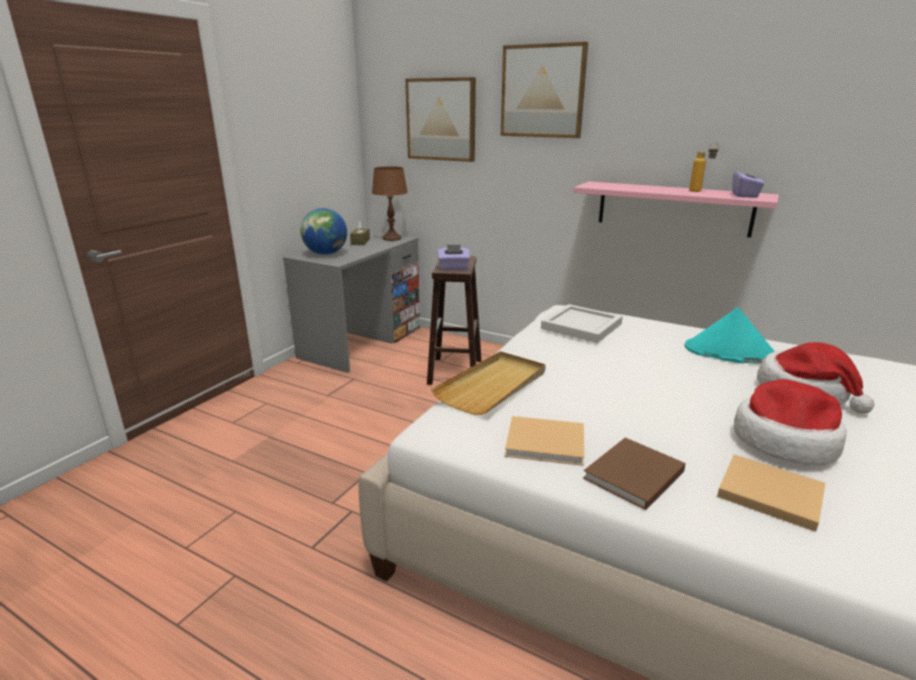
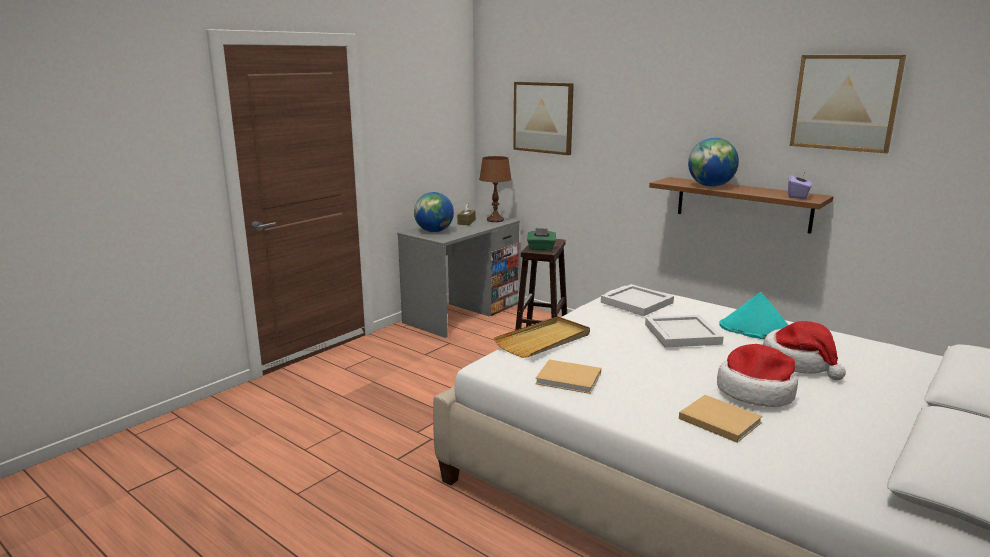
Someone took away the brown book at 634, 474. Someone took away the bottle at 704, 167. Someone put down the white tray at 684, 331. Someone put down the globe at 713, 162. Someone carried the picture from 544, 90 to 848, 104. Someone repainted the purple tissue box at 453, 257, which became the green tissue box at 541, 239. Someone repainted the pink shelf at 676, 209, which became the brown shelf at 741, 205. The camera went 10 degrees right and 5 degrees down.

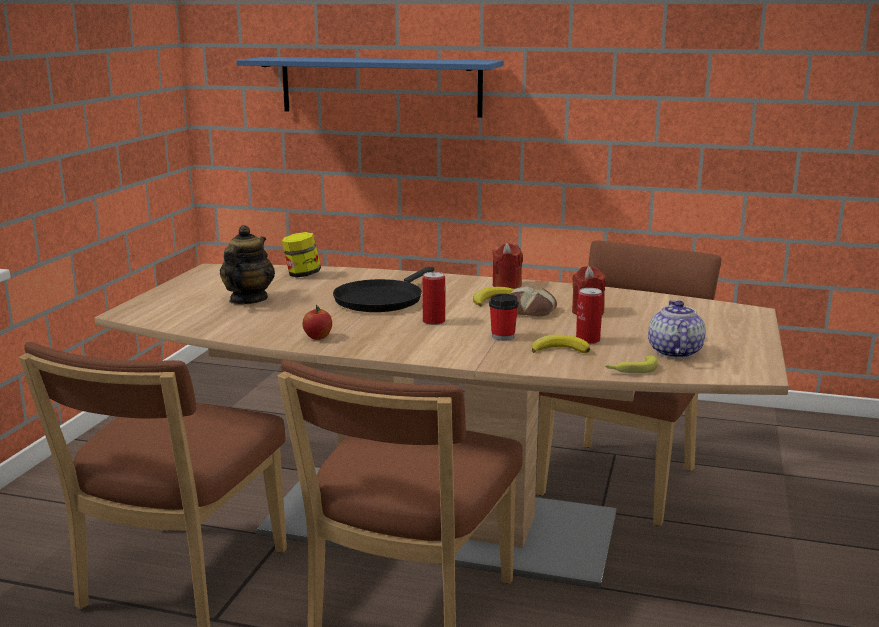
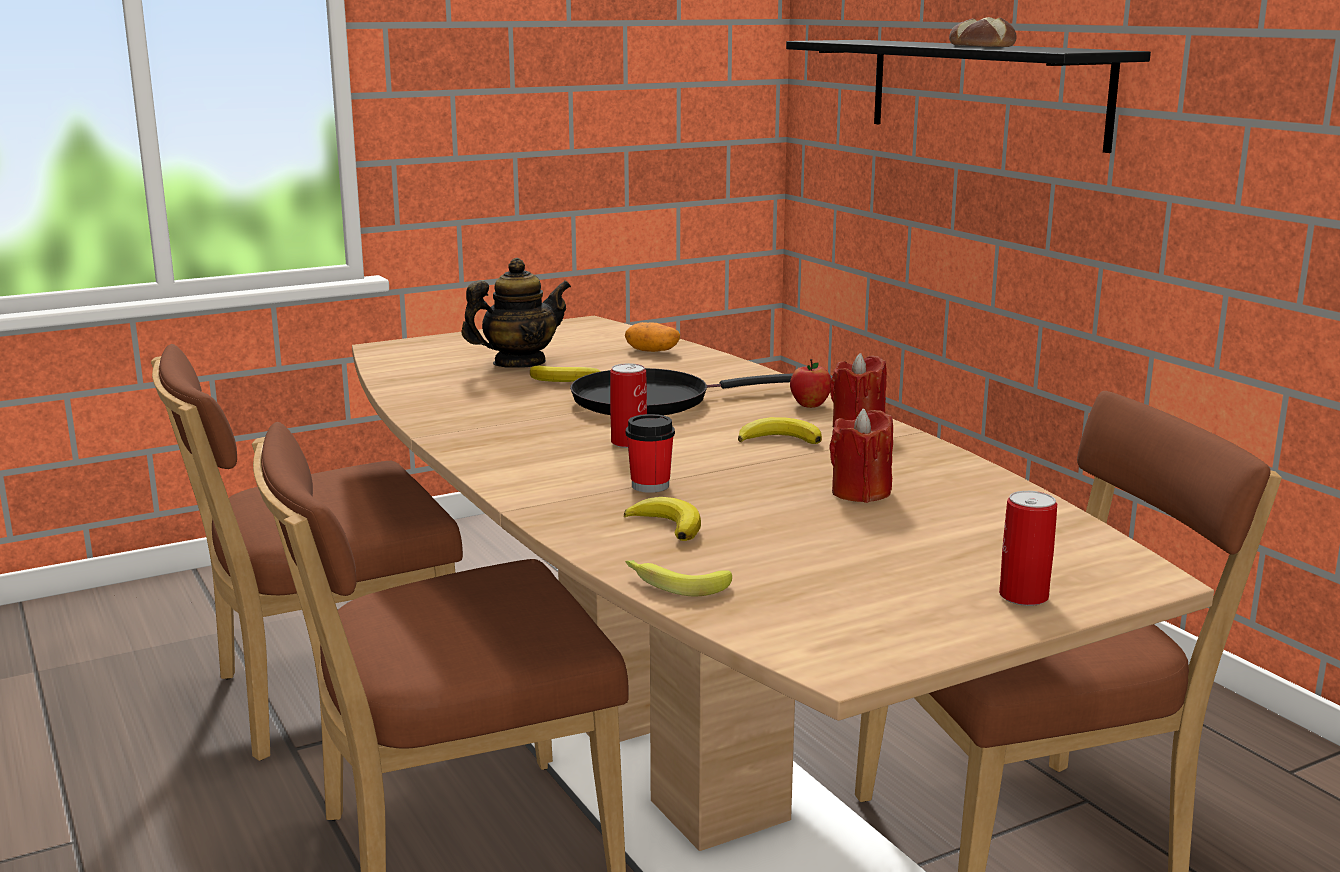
Someone took away the teapot at 677, 329. Someone put down the banana at 565, 373. Someone carried the apple from 317, 322 to 810, 383. Someone carried the bread from 533, 301 to 983, 32. Someone carried the can from 589, 316 to 1028, 548. Someone swapped the jar at 301, 255 for the potato at 652, 337. Someone repainted the blue shelf at 370, 87, which became the black shelf at 968, 96. The camera went 45 degrees right and 0 degrees up.

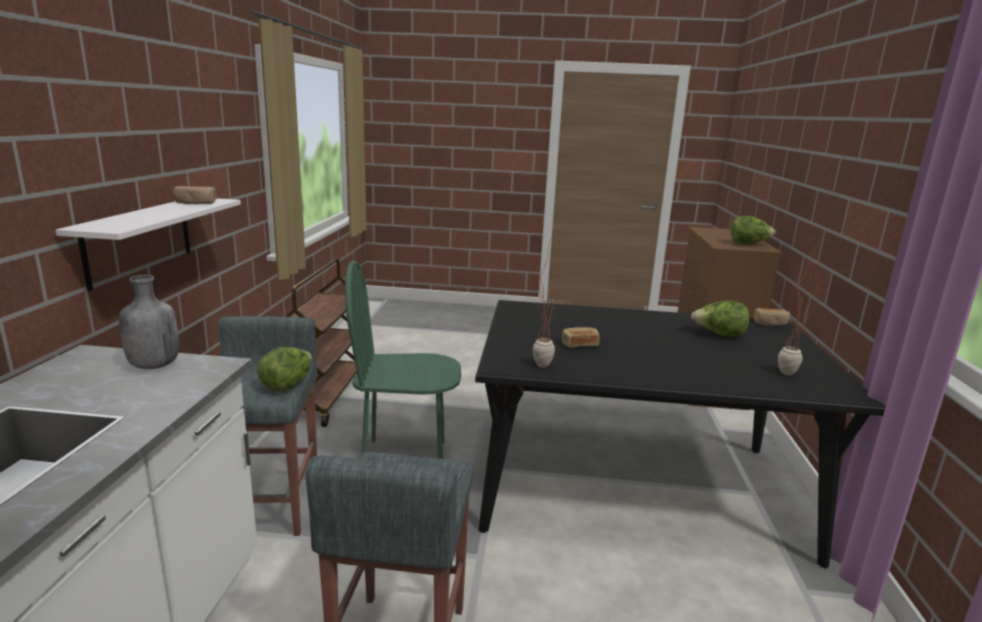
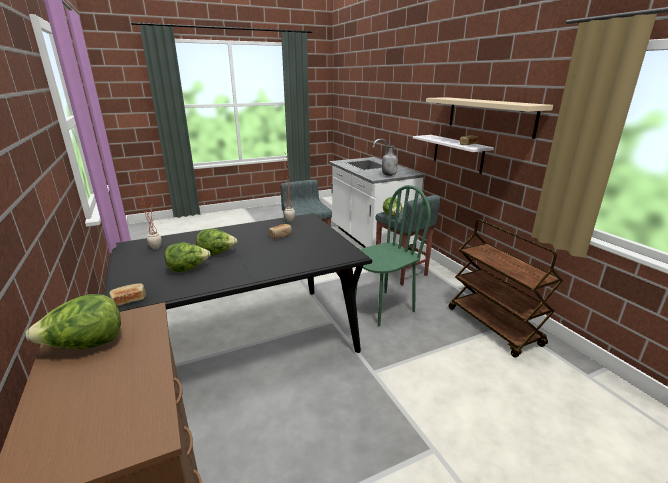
Someone put down the lettuce at 216, 242. Someone put up the beige shelf at 489, 118. The camera went 150 degrees right and 5 degrees up.

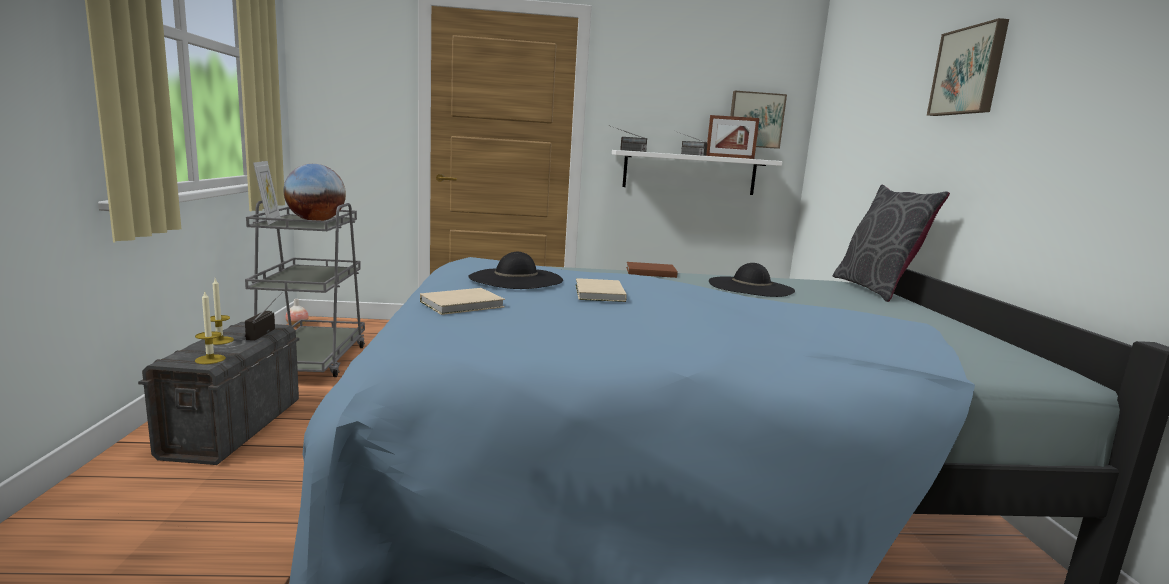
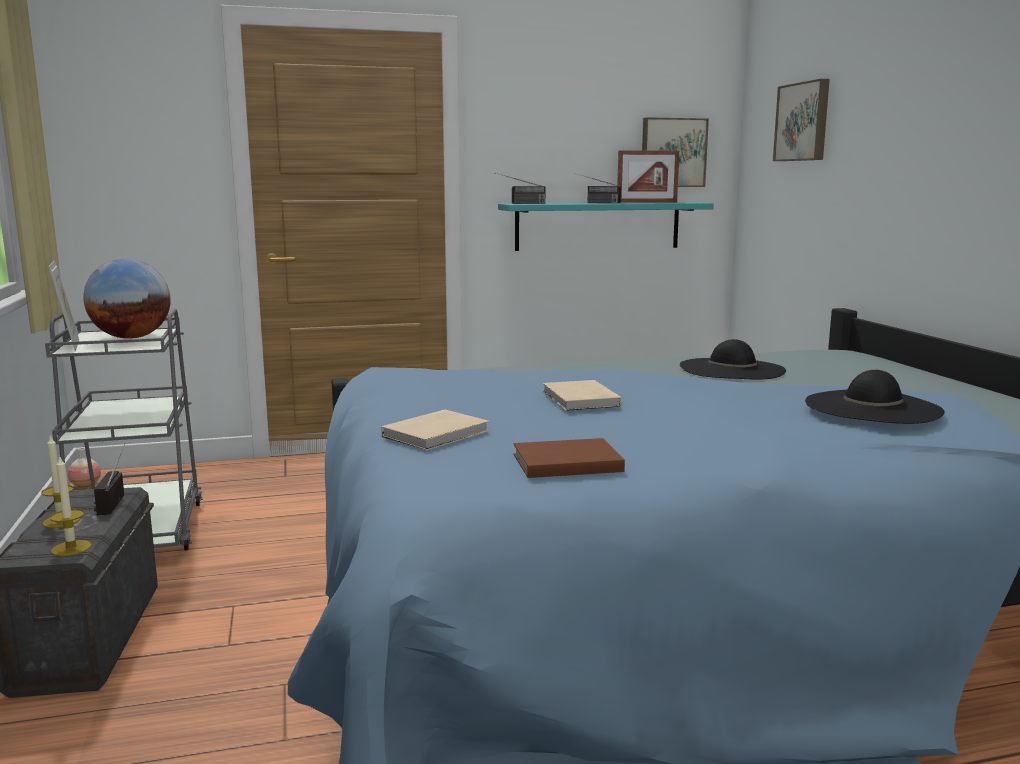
Someone took away the grey pillow at 891, 243. Someone carried the black hat from 515, 270 to 875, 397. Someone carried the brown book from 652, 270 to 569, 458. Someone carried the picture from 968, 67 to 801, 120. Someone repainted the white shelf at 697, 172, which became the turquoise shelf at 606, 226. The camera went 10 degrees left and 0 degrees up.

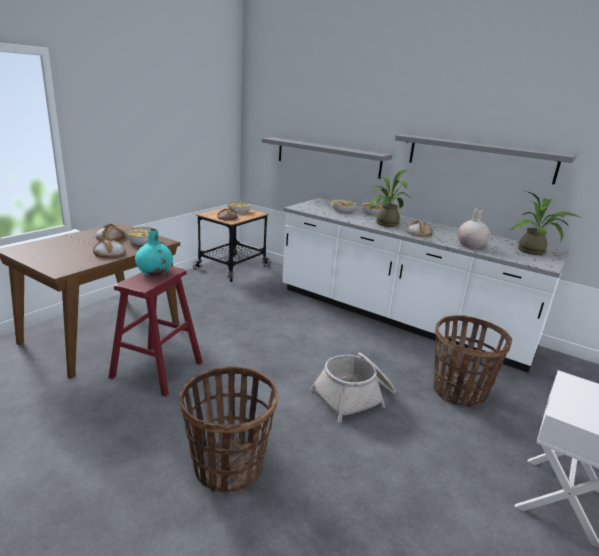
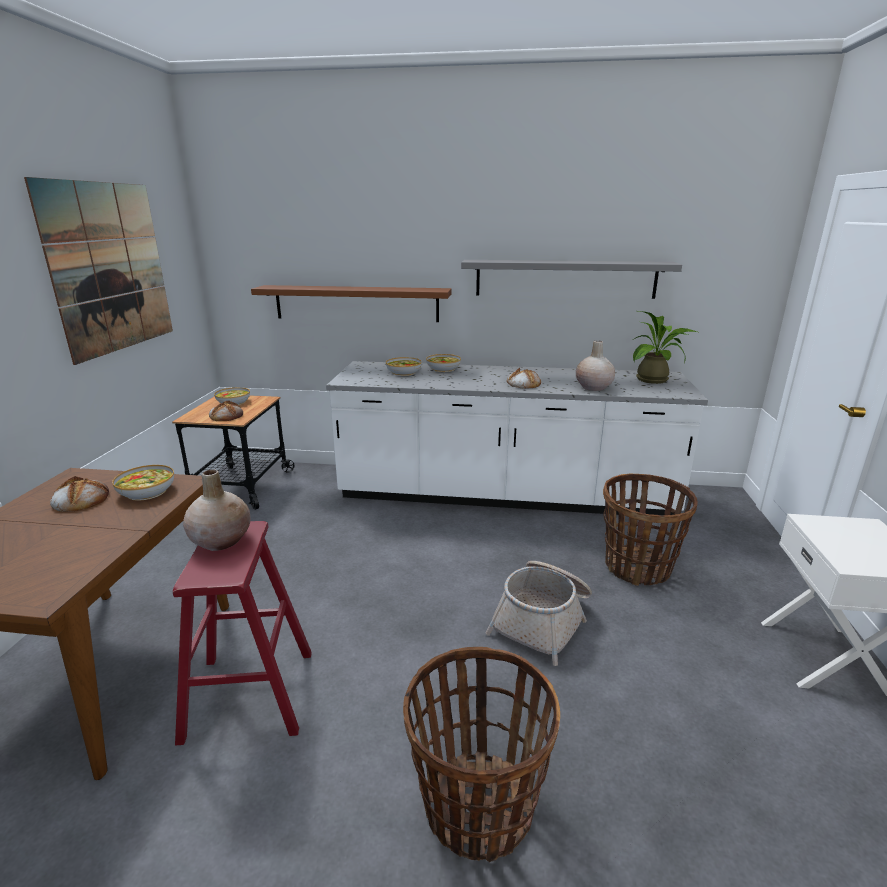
Someone took away the bread at 109, 248. Someone took away the potted plant at 390, 198. Someone put up the picture at 98, 271. Someone repainted the turquoise vase at 154, 252, which became the beige vase at 217, 510. Someone repainted the grey shelf at 327, 158, which became the brown shelf at 351, 303. The camera went 25 degrees left and 0 degrees up.

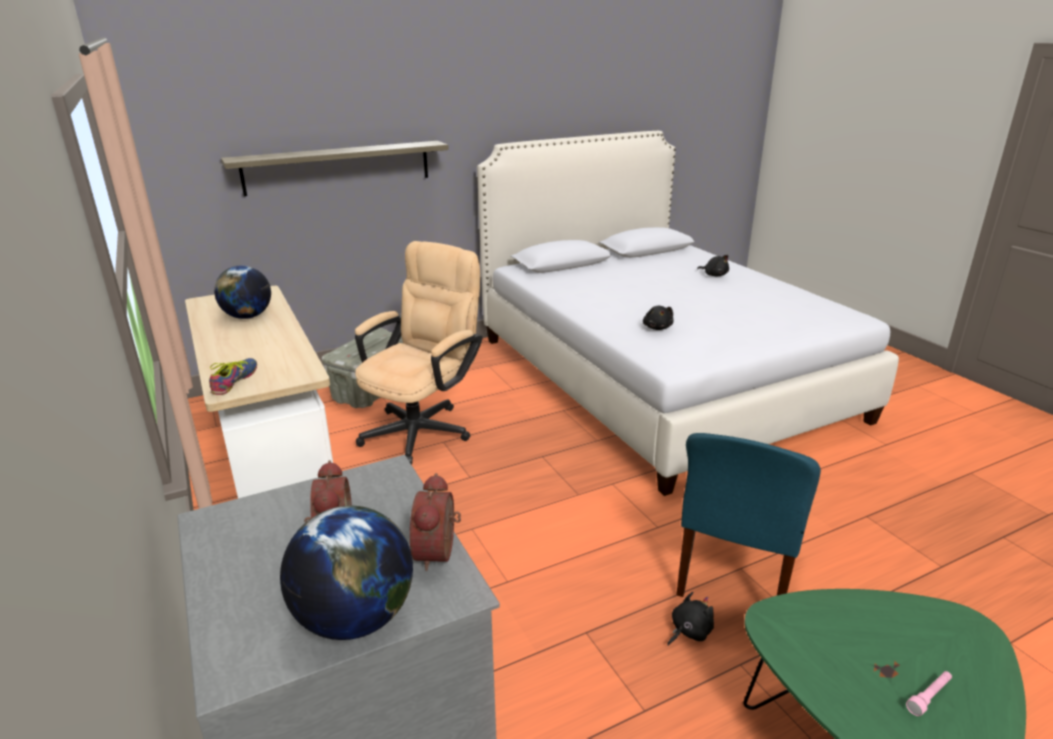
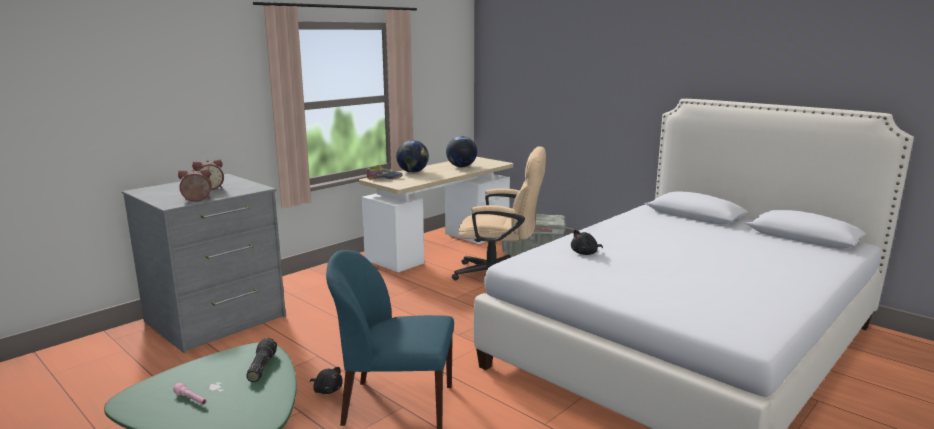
Someone took away the shelf at 335, 168. Someone took away the black plush toy at 713, 265. Someone put down the flashlight at 261, 360. Someone carried the globe from 346, 573 to 412, 156. The camera went 70 degrees right and 10 degrees down.

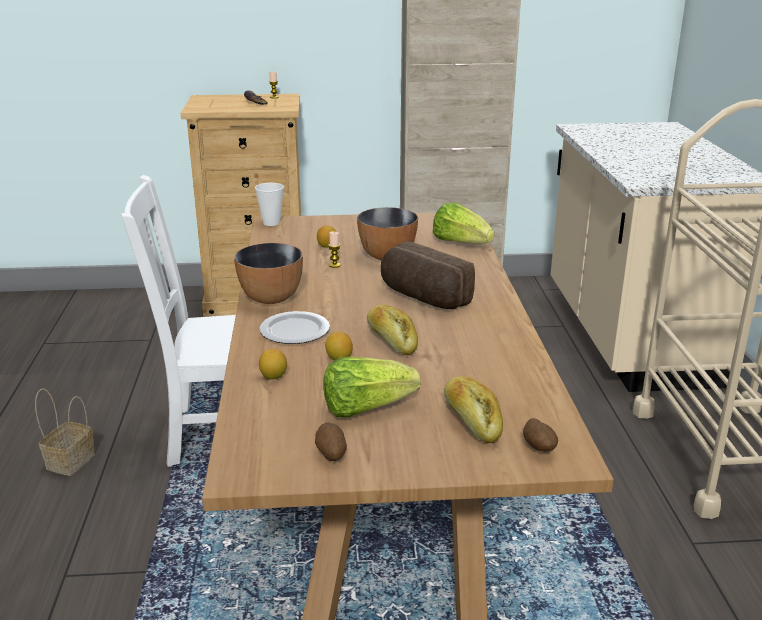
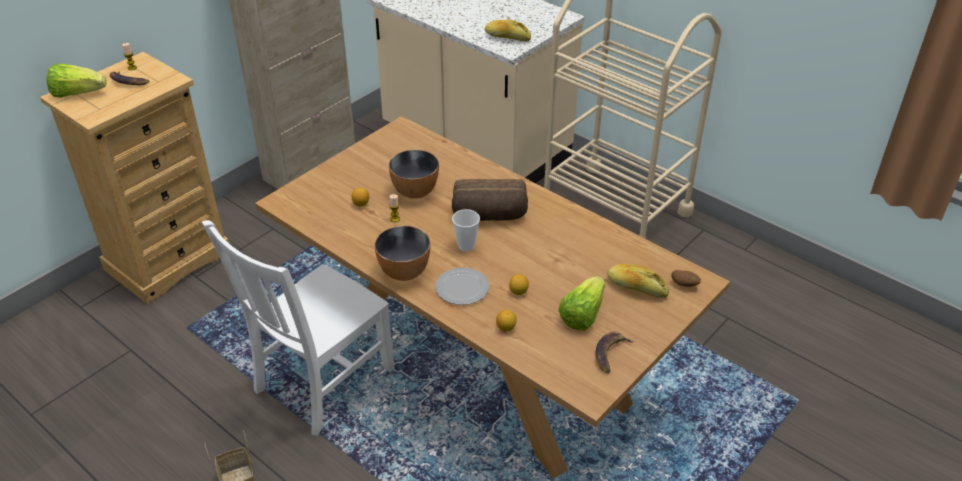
Someone carried the cup from 269, 204 to 466, 230. Someone carried the bread from 392, 330 to 508, 30. Someone carried the lettuce from 463, 223 to 76, 80. Someone swapped the potato at 331, 442 for the banana at 614, 352. The camera went 45 degrees left and 15 degrees up.

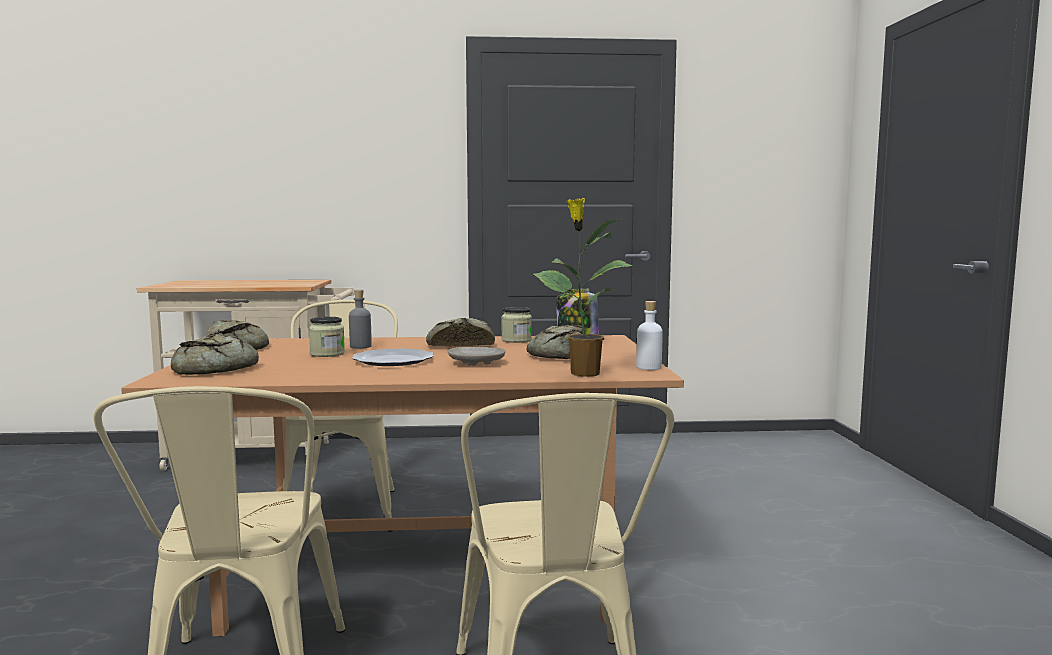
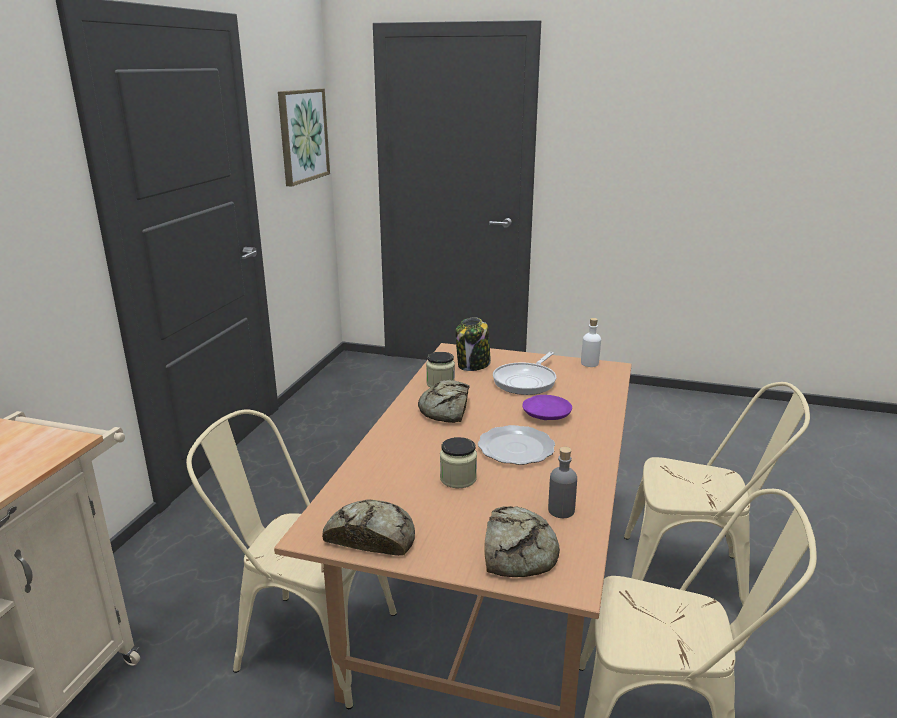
Someone took away the potted plant at 583, 287. Someone put up the picture at 304, 137. Someone carried the grey bottle from 360, 319 to 562, 482. Someone swapped the bread at 555, 342 for the frying pan at 524, 373. Someone repainted the beige plate at 477, 356, which became the purple plate at 547, 407. The camera went 70 degrees left and 15 degrees up.

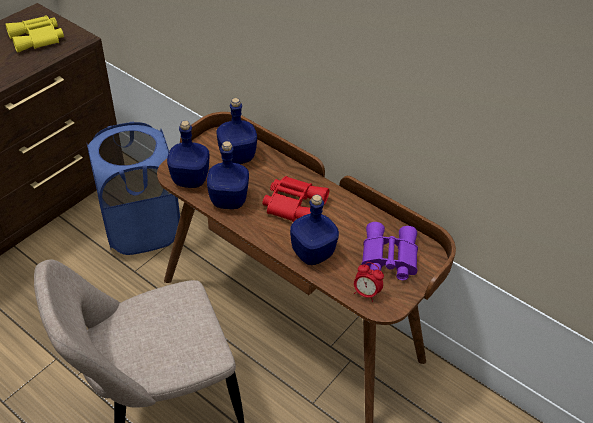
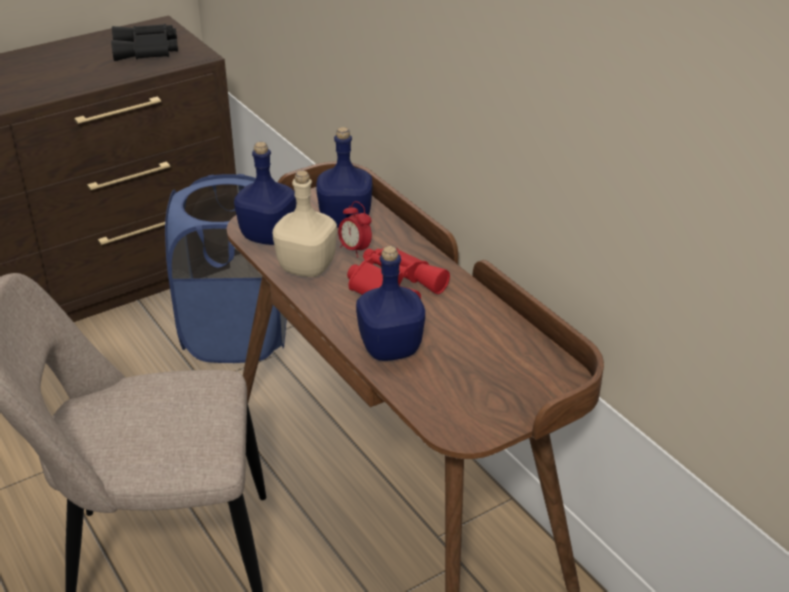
Someone took away the purple binoculars at 389, 251. Someone carried the alarm clock from 369, 282 to 355, 229. Someone repainted the yellow binoculars at 34, 34, which became the black binoculars at 144, 42. Someone repainted the blue bottle at 228, 175, which became the beige bottle at 305, 224. The camera went 20 degrees right and 10 degrees down.

